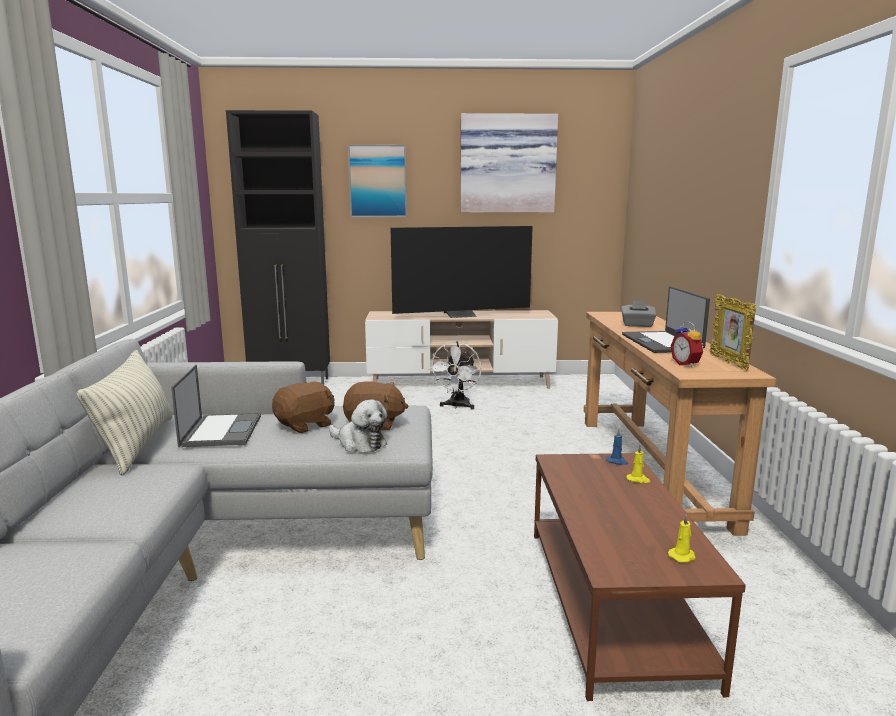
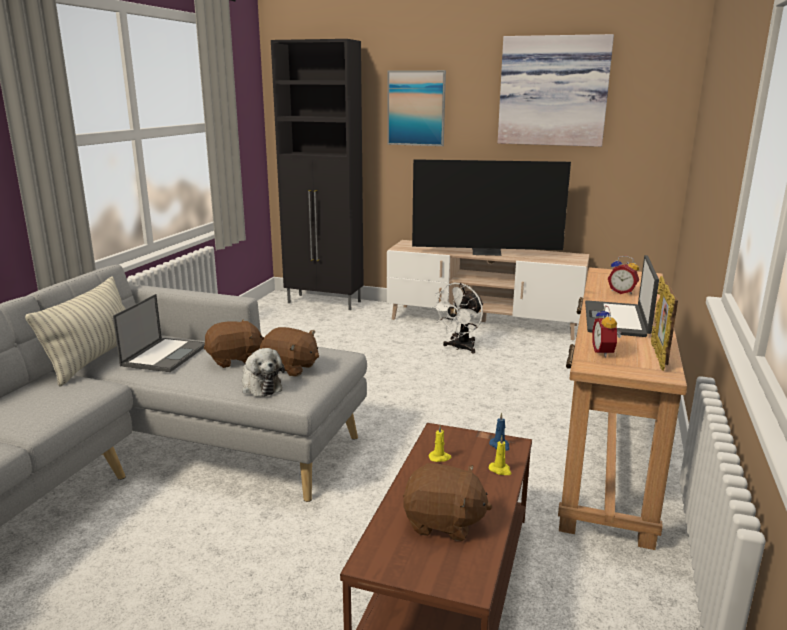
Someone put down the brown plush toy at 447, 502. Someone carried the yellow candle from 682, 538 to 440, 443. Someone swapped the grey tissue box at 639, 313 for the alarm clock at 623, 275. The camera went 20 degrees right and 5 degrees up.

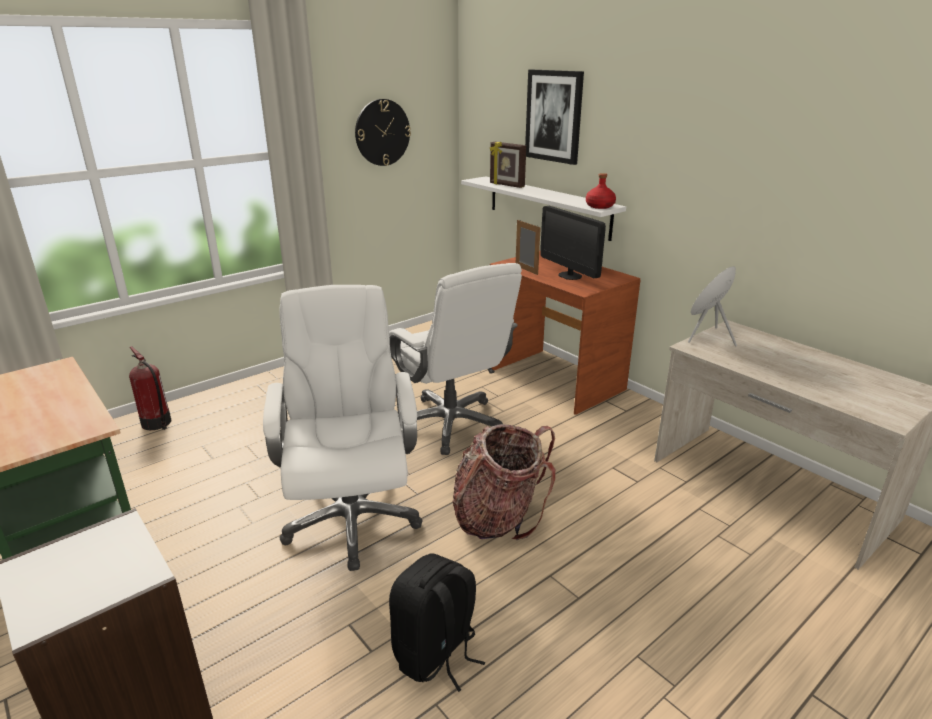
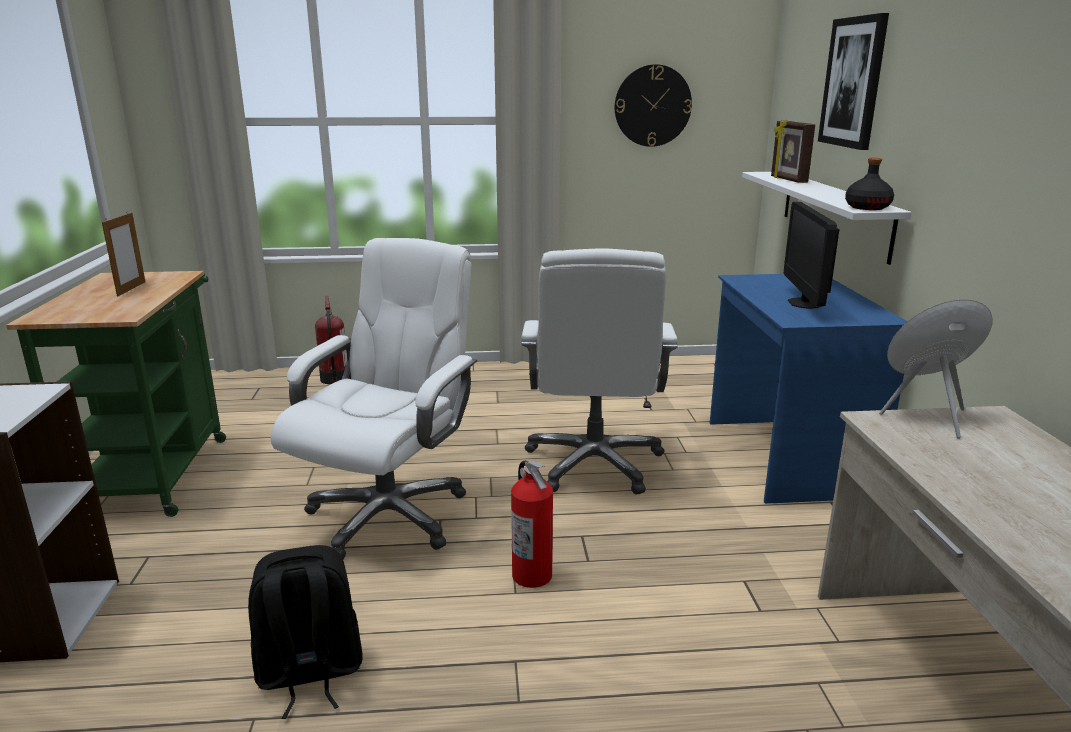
Someone carried the picture frame from 528, 247 to 123, 254. Someone swapped the backpack at 504, 482 for the fire extinguisher at 532, 524. Someone repainted the brown desk at 565, 333, which became the blue desk at 809, 389. Someone repainted the red bottle at 601, 191, which became the black bottle at 869, 184. The camera went 35 degrees right and 5 degrees down.

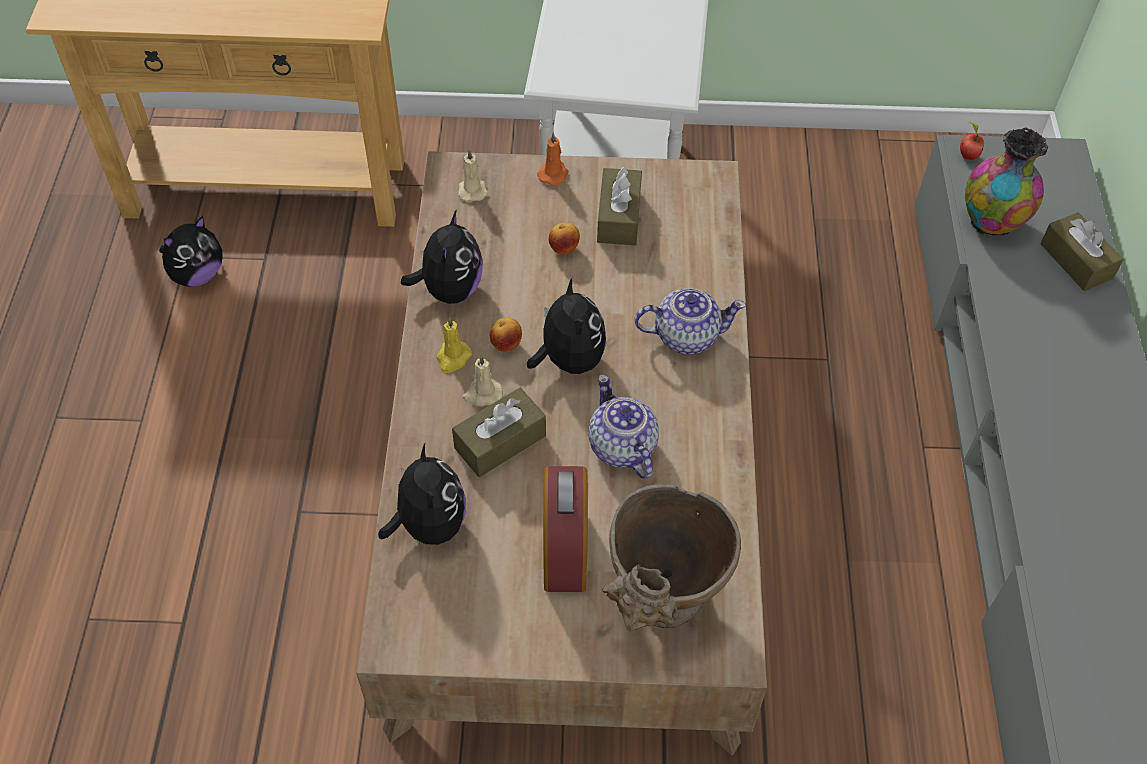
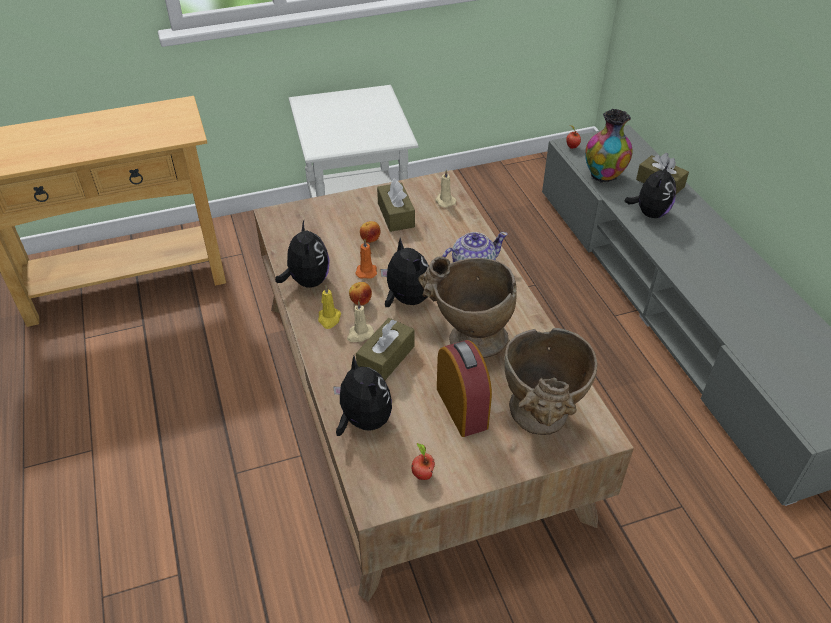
Someone put down the apple at 423, 461. Someone carried the plush toy from 190, 251 to 650, 190. Someone carried the beige candle from 473, 175 to 445, 189. Someone carried the orange candle from 553, 159 to 366, 259. Someone swapped the teapot at 623, 426 for the beige vase at 467, 307. The camera went 20 degrees left and 10 degrees down.

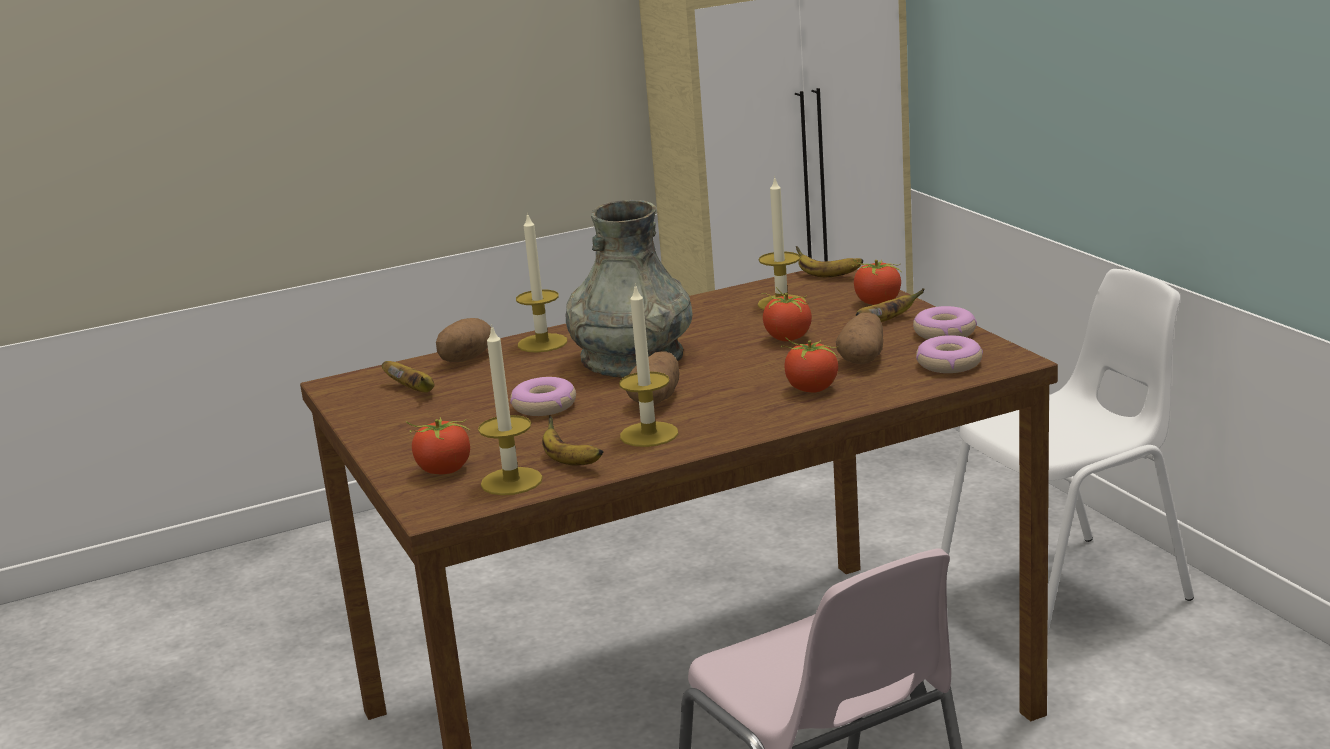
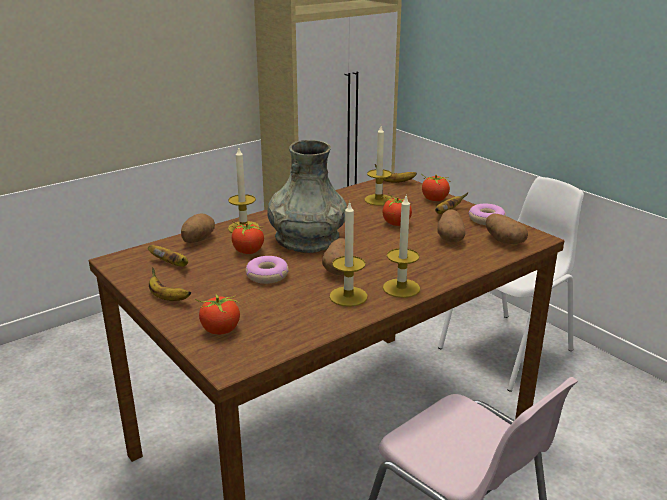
Someone carried the candle from 510, 409 to 401, 247. Someone carried the banana from 573, 440 to 170, 284. Someone carried the tomato from 809, 365 to 247, 237. Someone swapped the donut at 949, 354 for the potato at 507, 228. The camera went 15 degrees left and 5 degrees up.

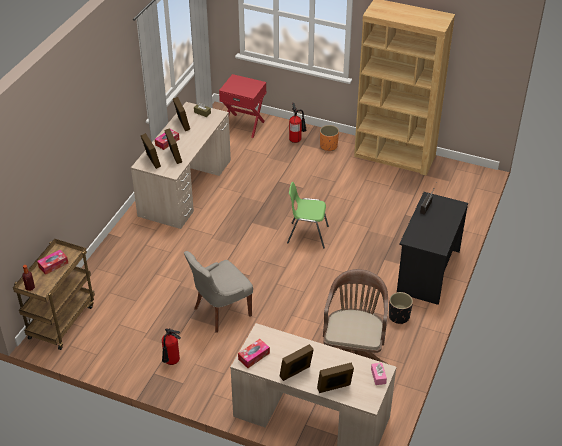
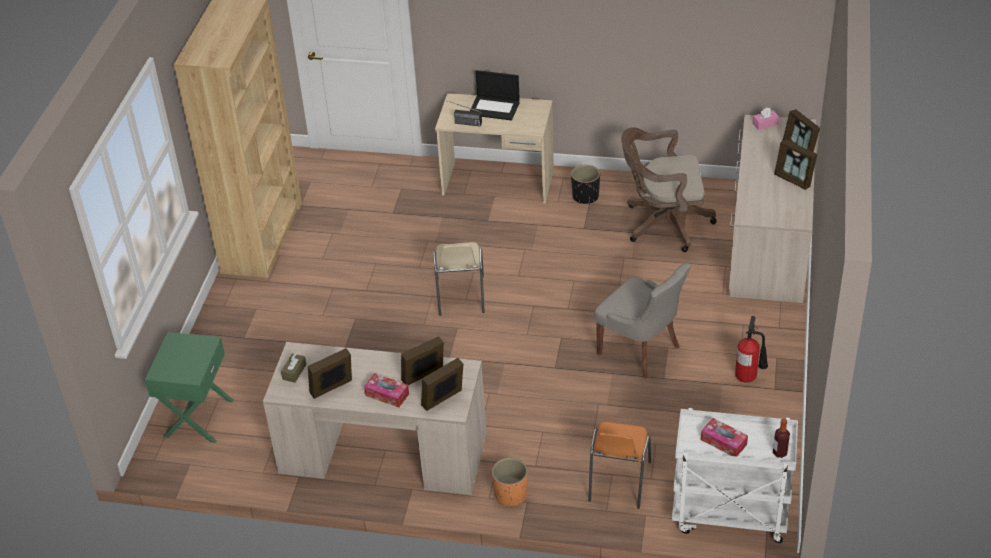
Someone took away the tissue box at 254, 353. Someone took away the fire extinguisher at 298, 123. Someone put down the laptop at 495, 95. Someone put down the orange chair at 619, 465. Someone carried the orange planter from 329, 138 to 510, 482. Someone repainted the brown cart at 54, 294, which became the white cart at 735, 475. Someone repainted the red nightstand at 242, 106, which became the green nightstand at 189, 387. Someone repainted the green chair at 308, 215, which became the beige chair at 459, 279. Someone repainted the black desk at 432, 248, which became the beige desk at 494, 148. The camera went 100 degrees left and 0 degrees up.

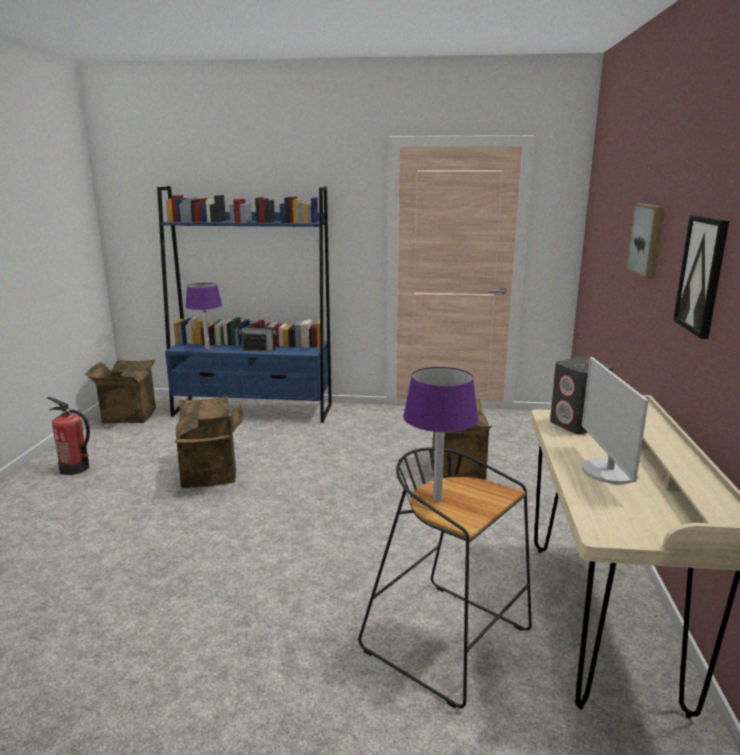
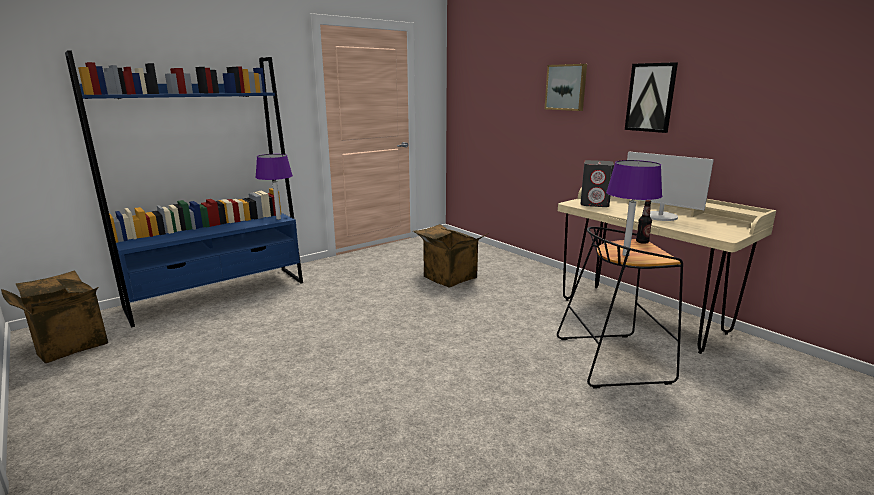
Someone took away the fire extinguisher at 68, 436. Someone took away the cardboard box at 209, 442. Someone took away the radio at 258, 335. Someone put down the bottle at 644, 222. Someone carried the purple table lamp from 203, 316 to 274, 187. The camera went 45 degrees left and 0 degrees up.

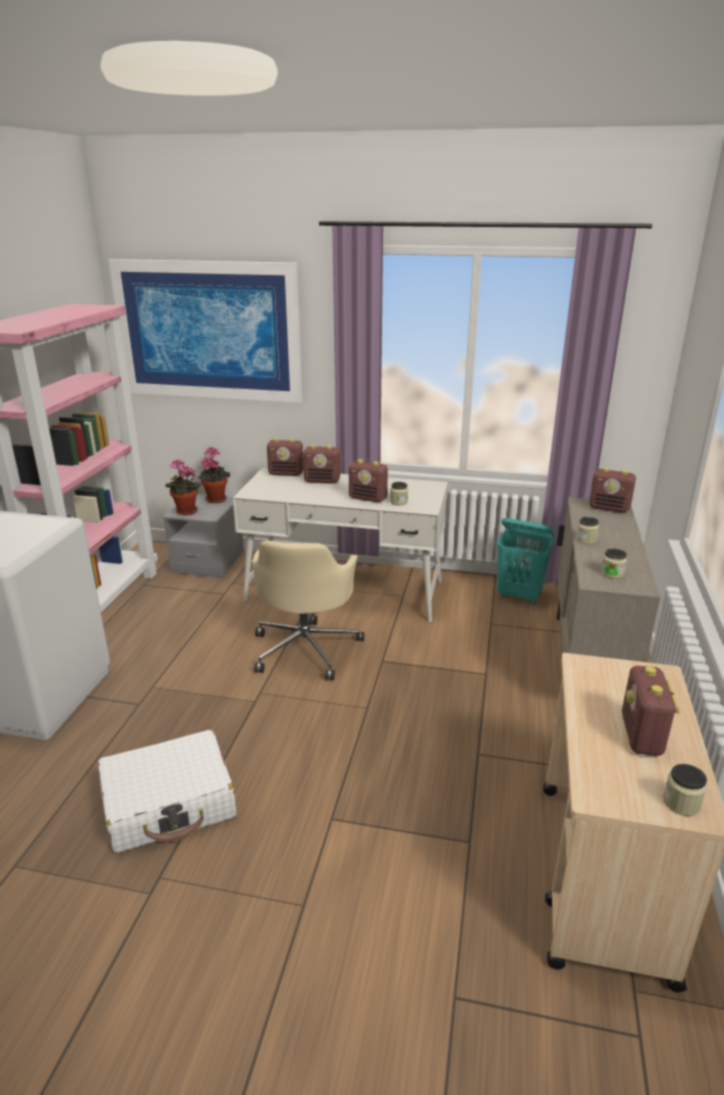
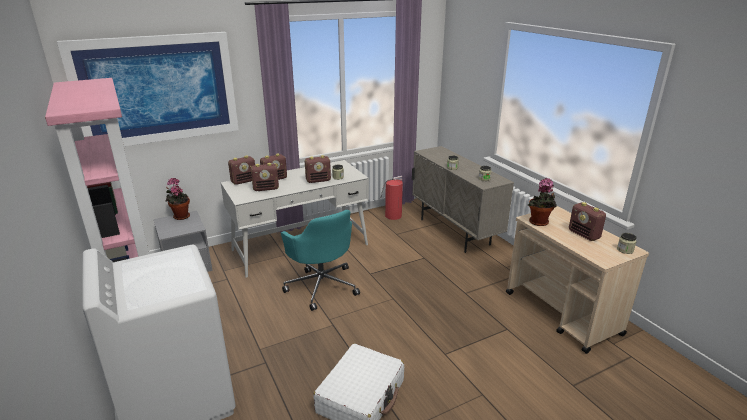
Someone carried the potted plant from 183, 487 to 542, 202. Someone carried the radio from 612, 490 to 265, 177. Someone swapped the turquoise laundry basket at 525, 561 for the fire extinguisher at 392, 198. Someone repainted the beige office chair at 308, 610, which became the turquoise office chair at 320, 260. The camera went 40 degrees left and 0 degrees up.

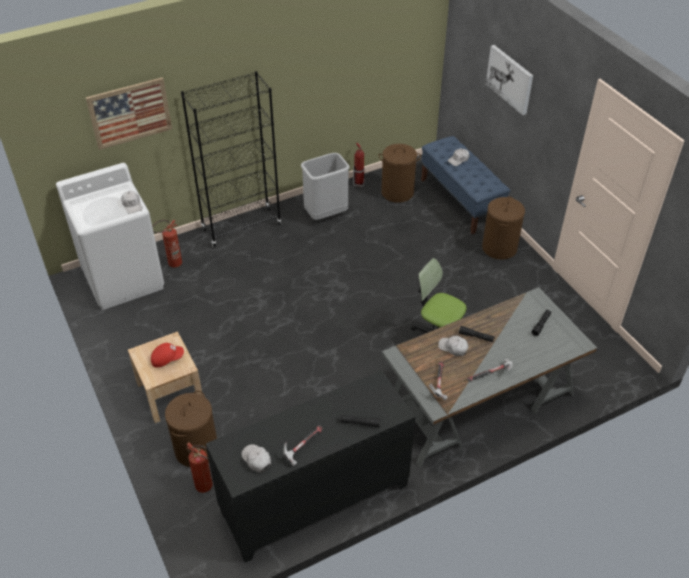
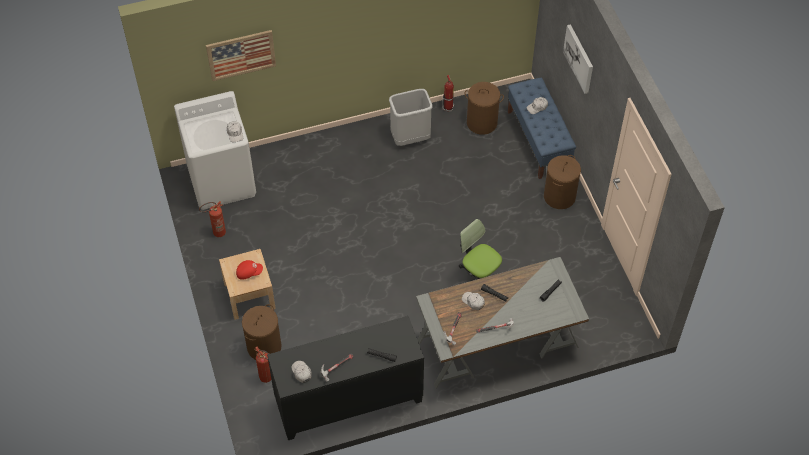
Someone took away the black bookcase at 231, 159. Someone carried the fire extinguisher from 167, 244 to 212, 219. The camera went 10 degrees right and 10 degrees up.

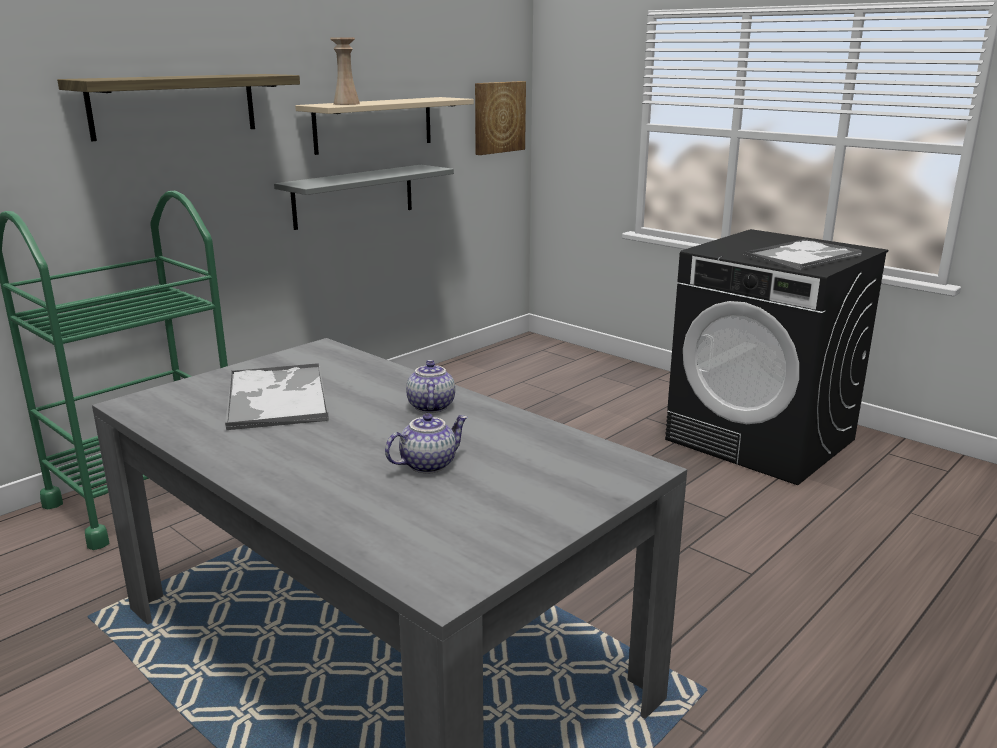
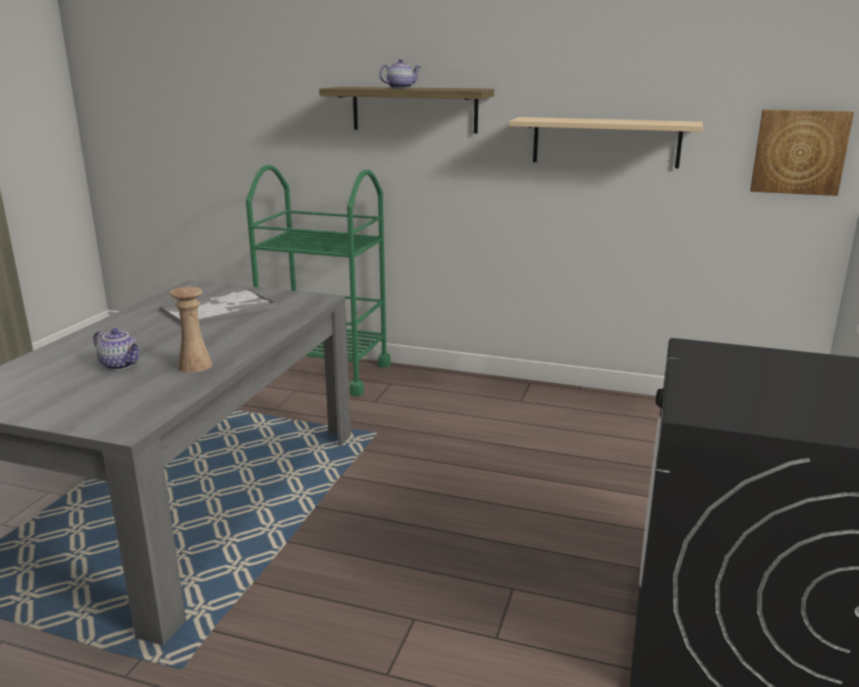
Someone took away the grey shelf at 364, 197. Someone took away the tray at 803, 254. Someone carried the beige vase from 345, 71 to 191, 330. Someone carried the teapot from 430, 386 to 399, 74. The camera went 65 degrees right and 0 degrees up.

